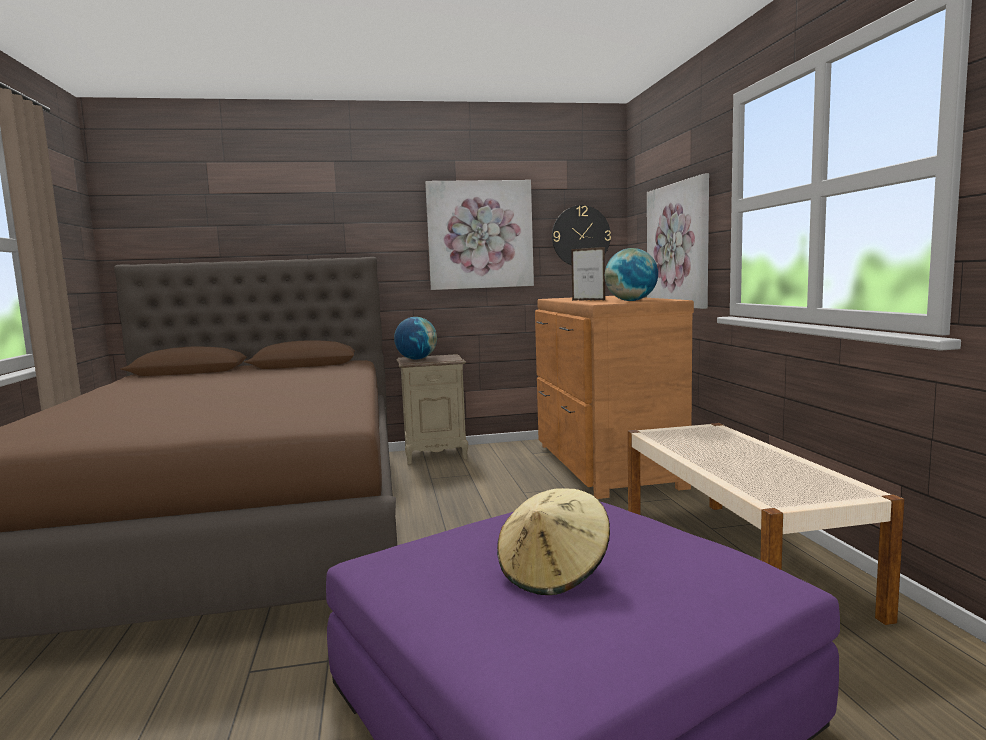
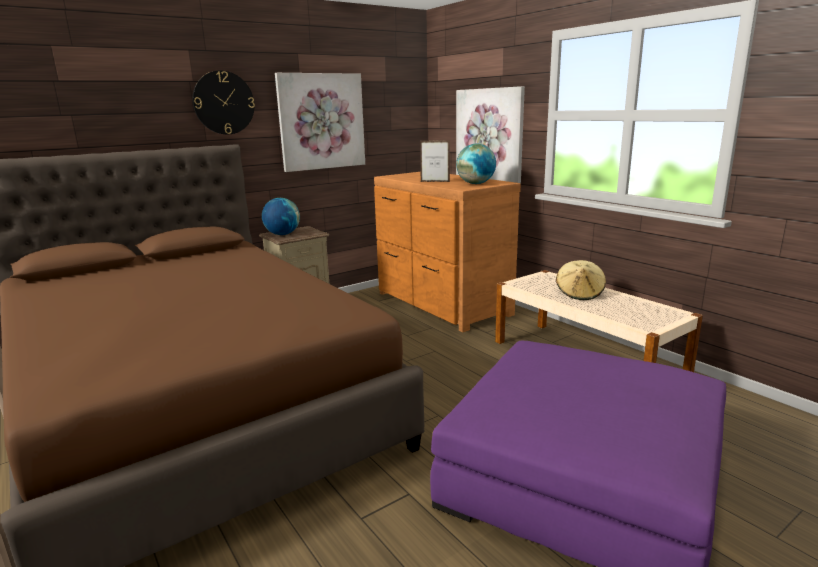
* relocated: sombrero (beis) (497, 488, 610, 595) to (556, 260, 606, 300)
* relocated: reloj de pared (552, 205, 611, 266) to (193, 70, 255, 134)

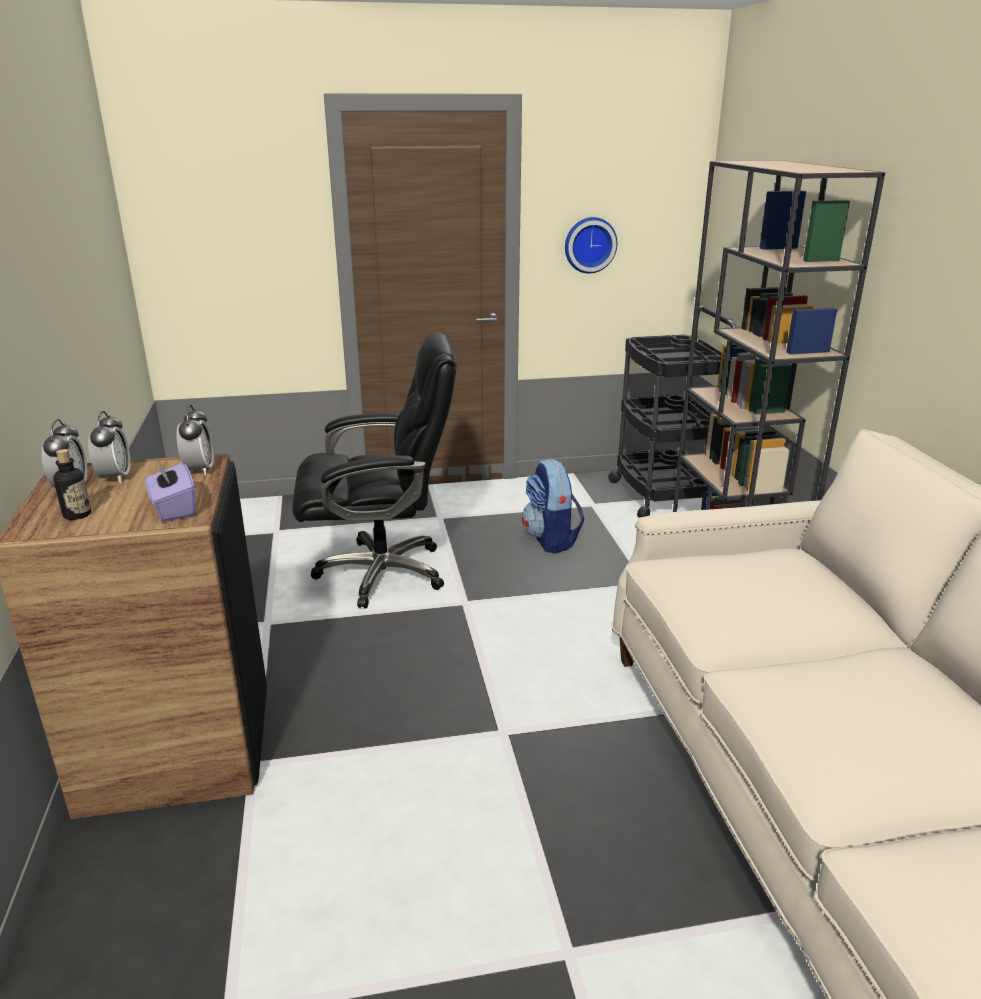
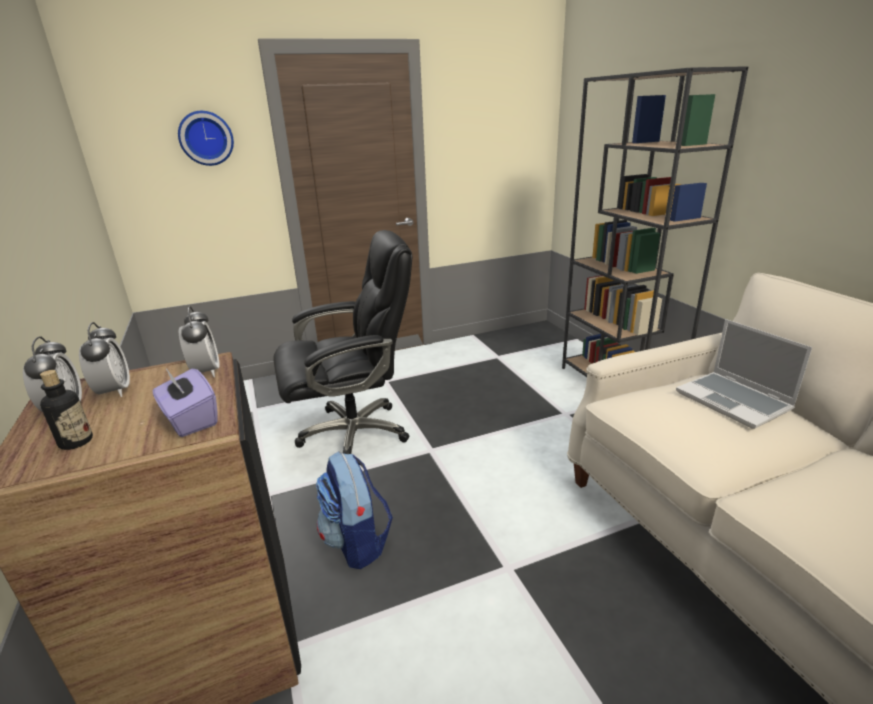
* missing: carrito (negro) (608, 306, 737, 518)
* appeared: portátil (676, 319, 812, 429)
* relocated: mochila (522, 459, 585, 554) to (316, 452, 393, 569)
* relocated: reloj de pared (565, 217, 617, 274) to (178, 111, 234, 166)

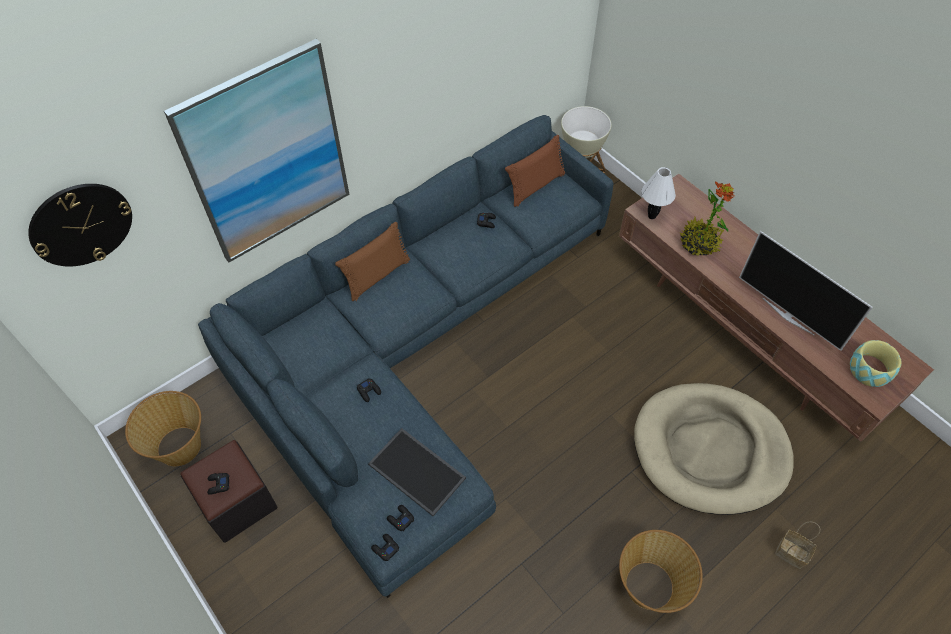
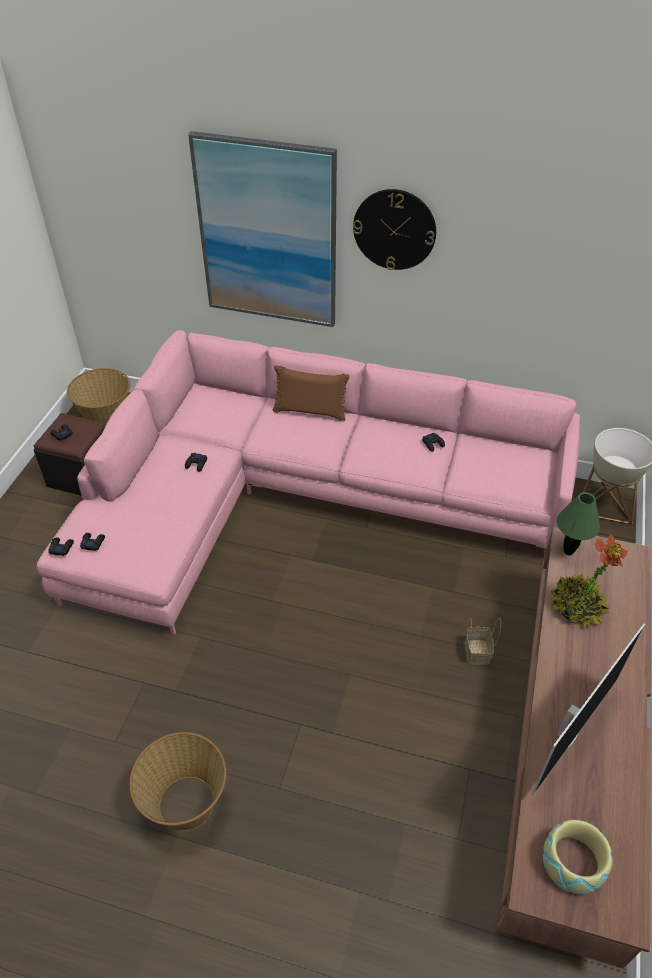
* missing: bandeja (368, 428, 466, 516)
* missing: cojín (marrón) (505, 135, 565, 207)
* missing: cama para perro (beis) (634, 383, 794, 515)
* relocated: reloj de pared (28, 184, 132, 267) to (353, 189, 436, 270)
* relocated: cesta (775, 521, 820, 569) to (465, 618, 501, 665)
* colour: sofá (azul) (198, 115, 613, 598) to sofá (rosa) (37, 330, 580, 635)
* colour: lámpara de mesa (blanco) (641, 167, 676, 219) to lámpara de mesa (verde) (556, 492, 600, 555)
* spun: televisor (739, 231, 873, 351) = (531, 624, 645, 796) 150 degrees counterclockwise

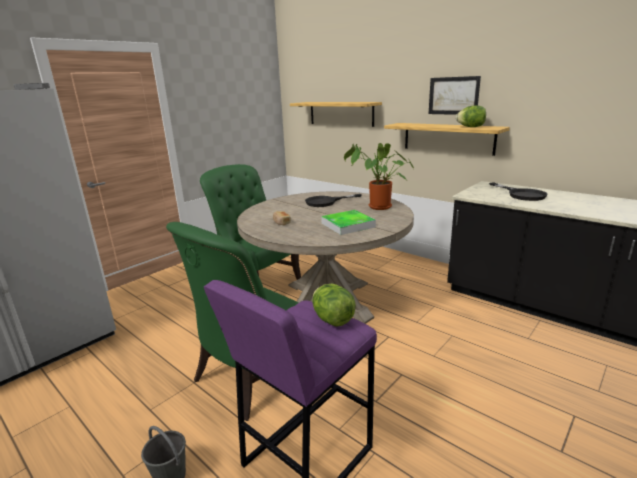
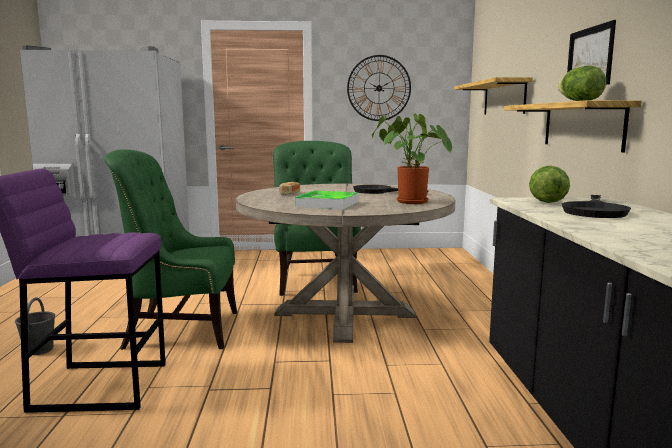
* appeared: reloj de pared (347, 55, 411, 121)
* relocated: lechuga (312, 284, 356, 327) to (529, 166, 570, 203)

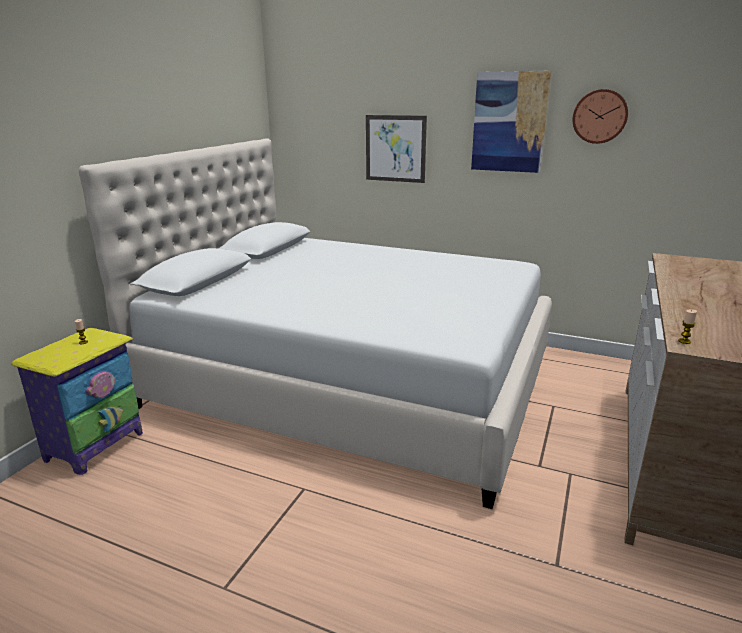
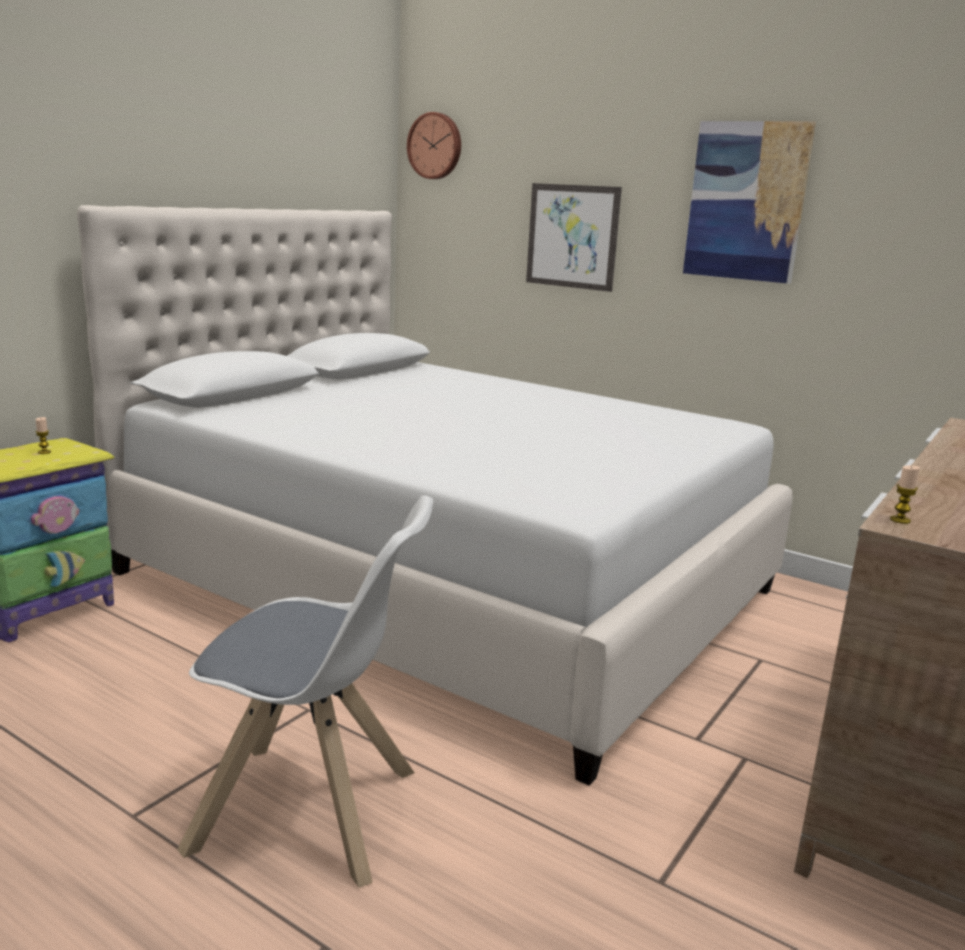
* appeared: silla (177, 496, 433, 888)
* relocated: reloj de pared (573, 89, 628, 144) to (407, 112, 461, 179)

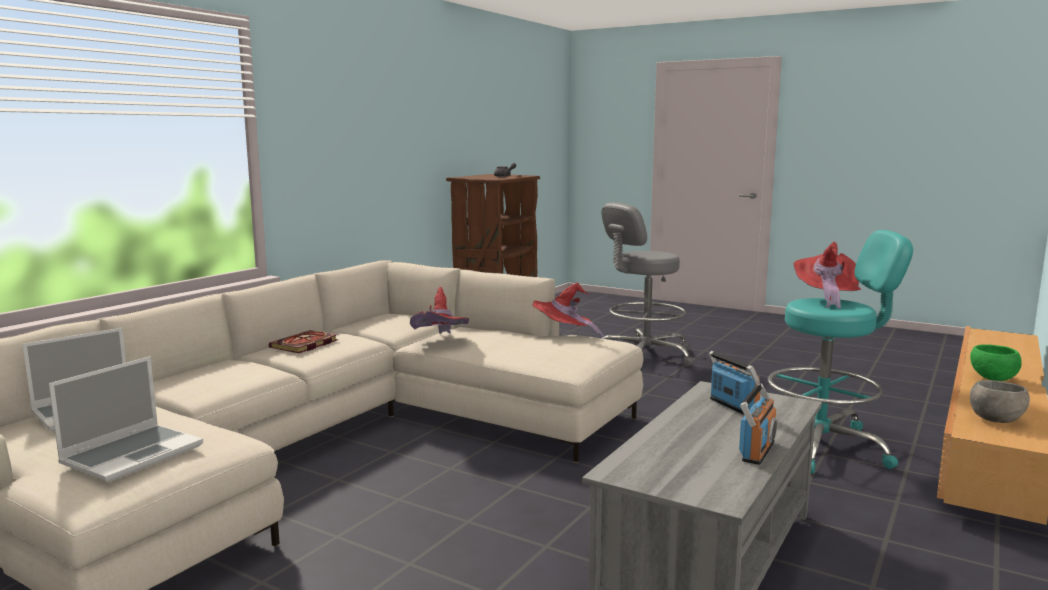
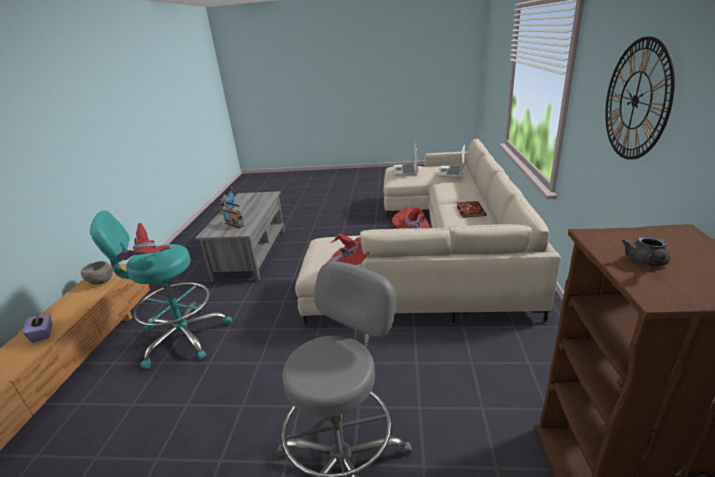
* appeared: reloj de pared (605, 36, 675, 160)
* exchanged: cuenco (verde) (970, 344, 1022, 381) to caja de pañuelos (morado) (23, 312, 52, 343)

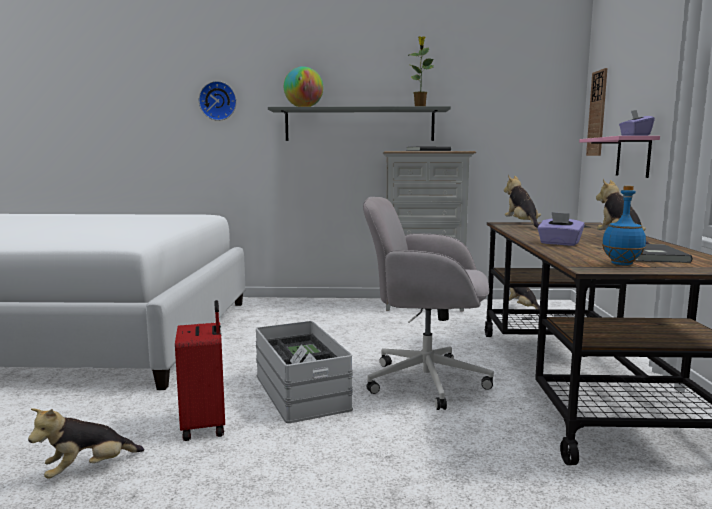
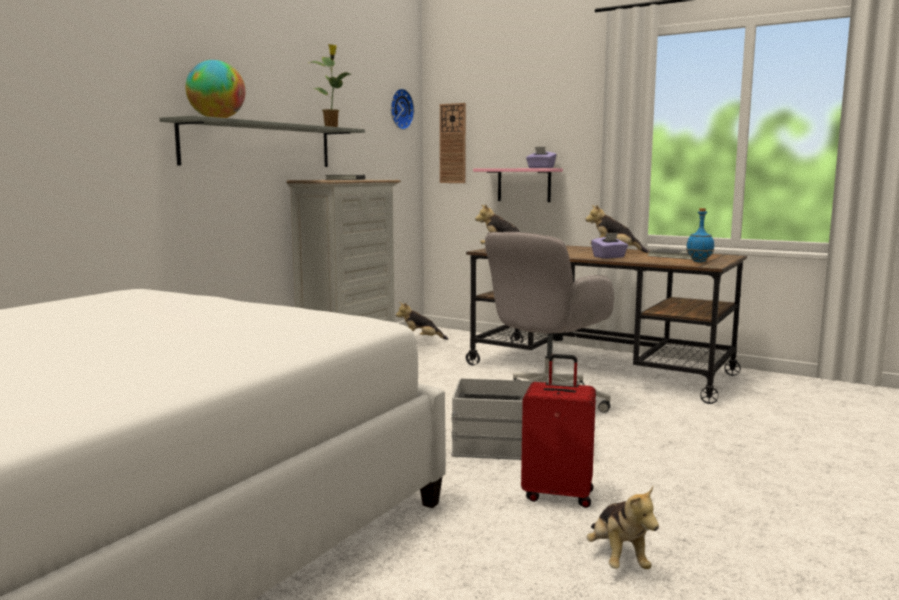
* relocated: reloj de pared (199, 81, 237, 121) to (391, 88, 414, 130)

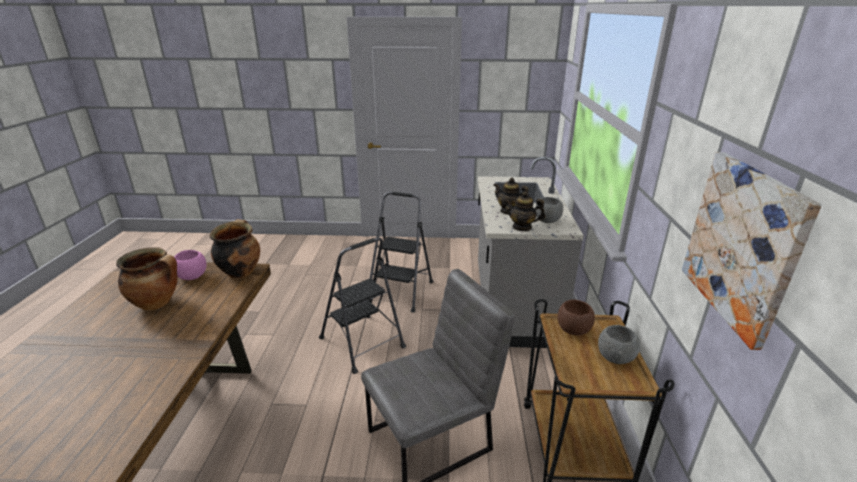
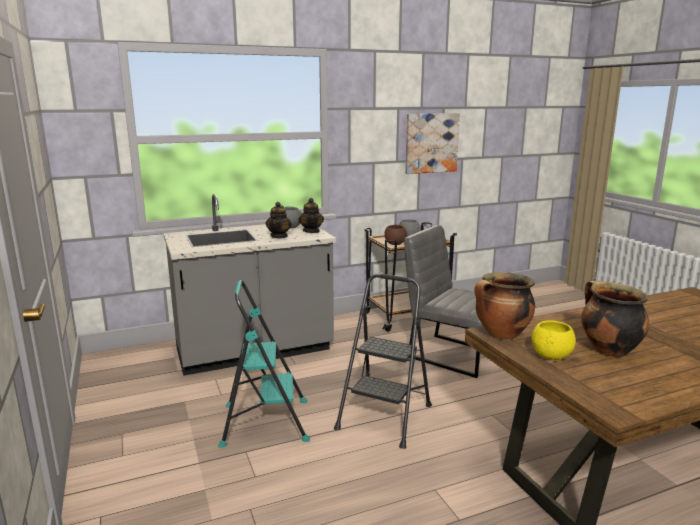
* colour: cuenco (rosa) (174, 250, 207, 280) to cuenco (amarillo) (531, 320, 576, 360)
* colour: escalera de tijera (negro) (369, 192, 434, 313) to escalera de tijera (turquesa) (218, 280, 310, 448)

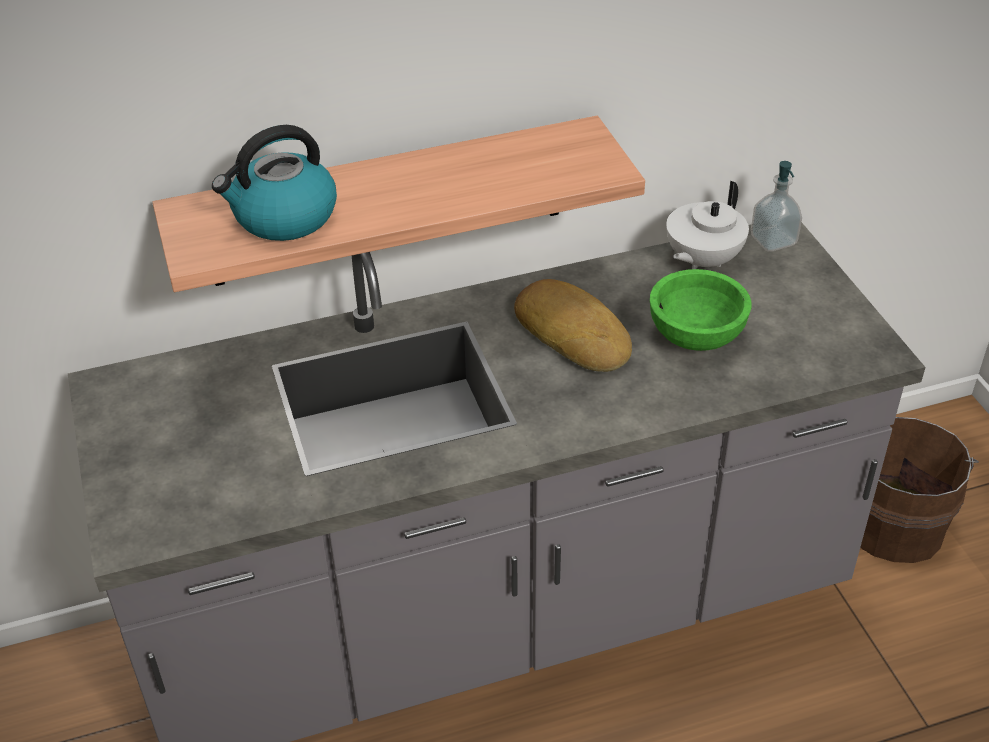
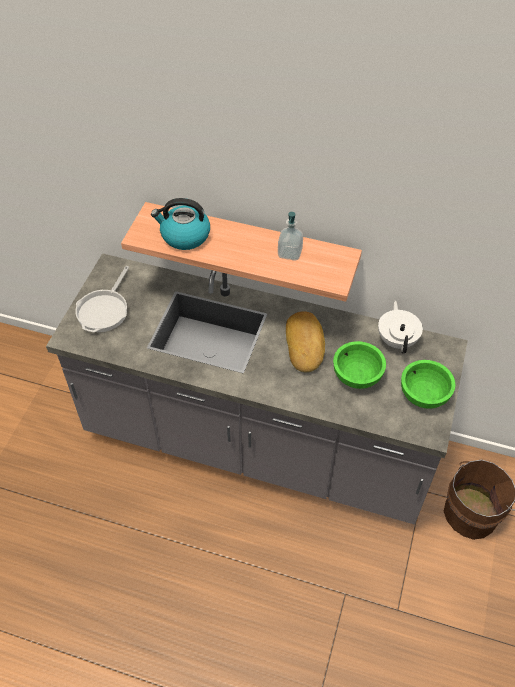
* appeared: sartén (75, 266, 129, 332)
* appeared: cuenco (verde) (401, 360, 456, 409)
* relocated: dispensador de jabón (751, 161, 802, 252) to (278, 212, 303, 261)
* spun: tetera (blanco) (666, 181, 749, 269) = (378, 300, 423, 353) 105 degrees clockwise

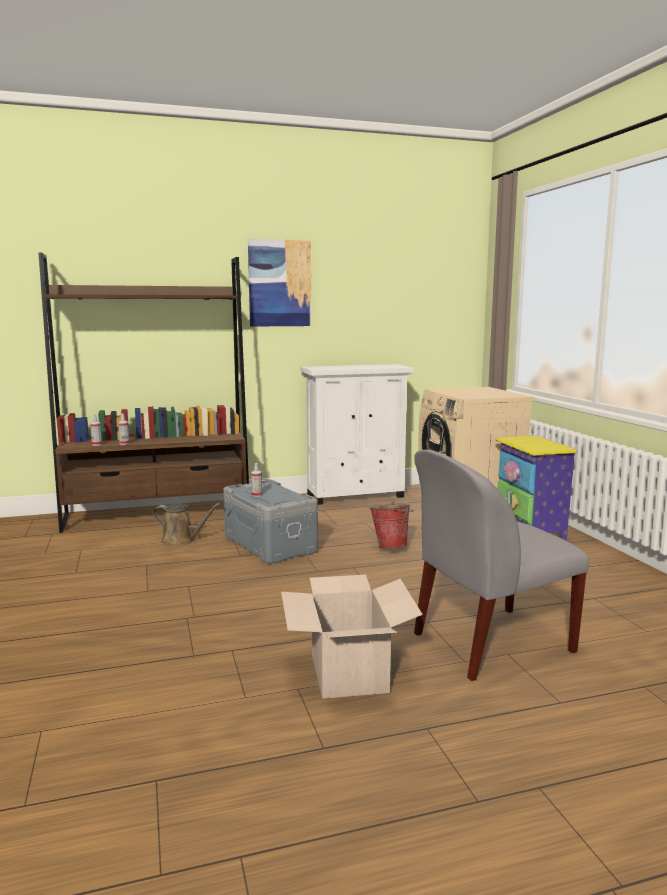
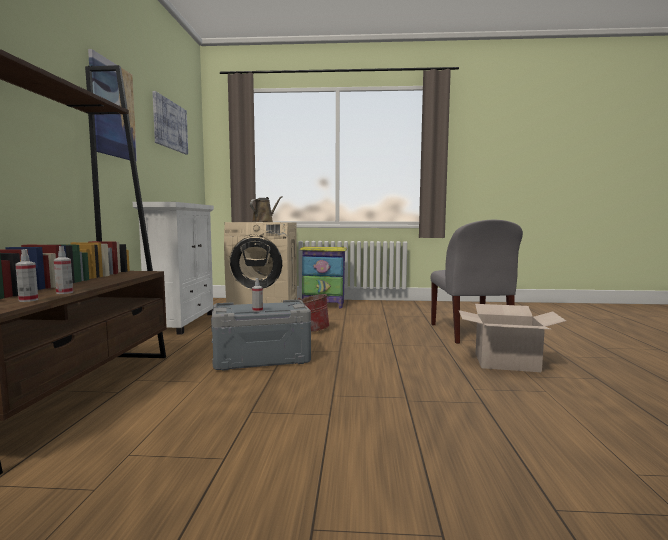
* appeared: cuadro (152, 91, 188, 154)
* relocated: regadera (marrón) (153, 503, 221, 546) to (250, 196, 283, 222)

